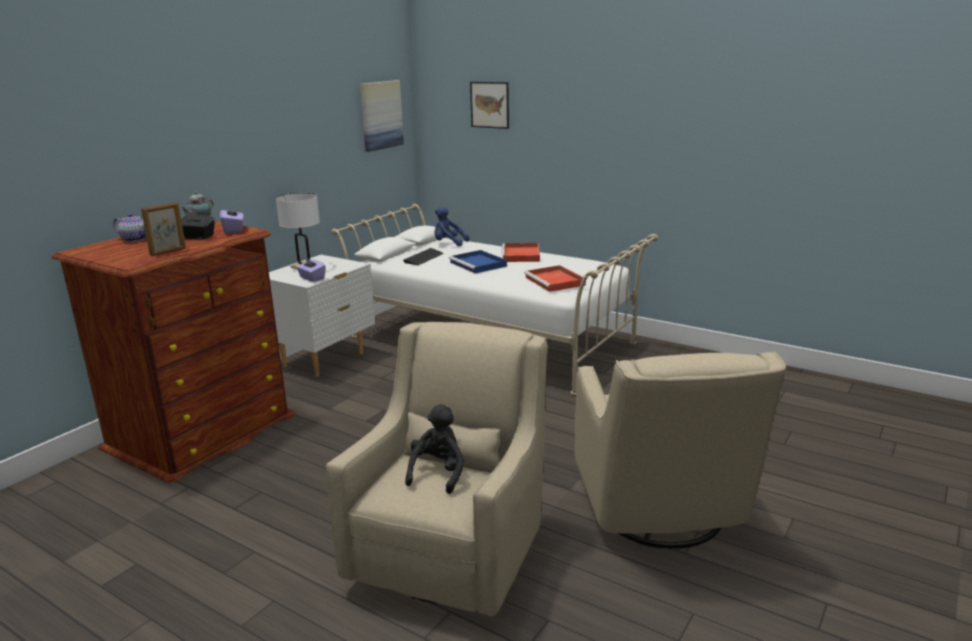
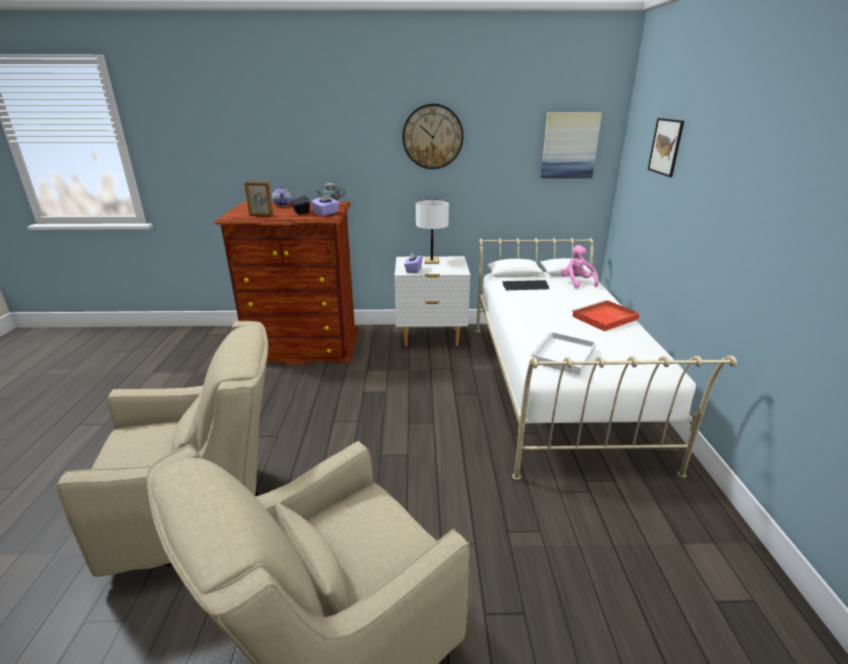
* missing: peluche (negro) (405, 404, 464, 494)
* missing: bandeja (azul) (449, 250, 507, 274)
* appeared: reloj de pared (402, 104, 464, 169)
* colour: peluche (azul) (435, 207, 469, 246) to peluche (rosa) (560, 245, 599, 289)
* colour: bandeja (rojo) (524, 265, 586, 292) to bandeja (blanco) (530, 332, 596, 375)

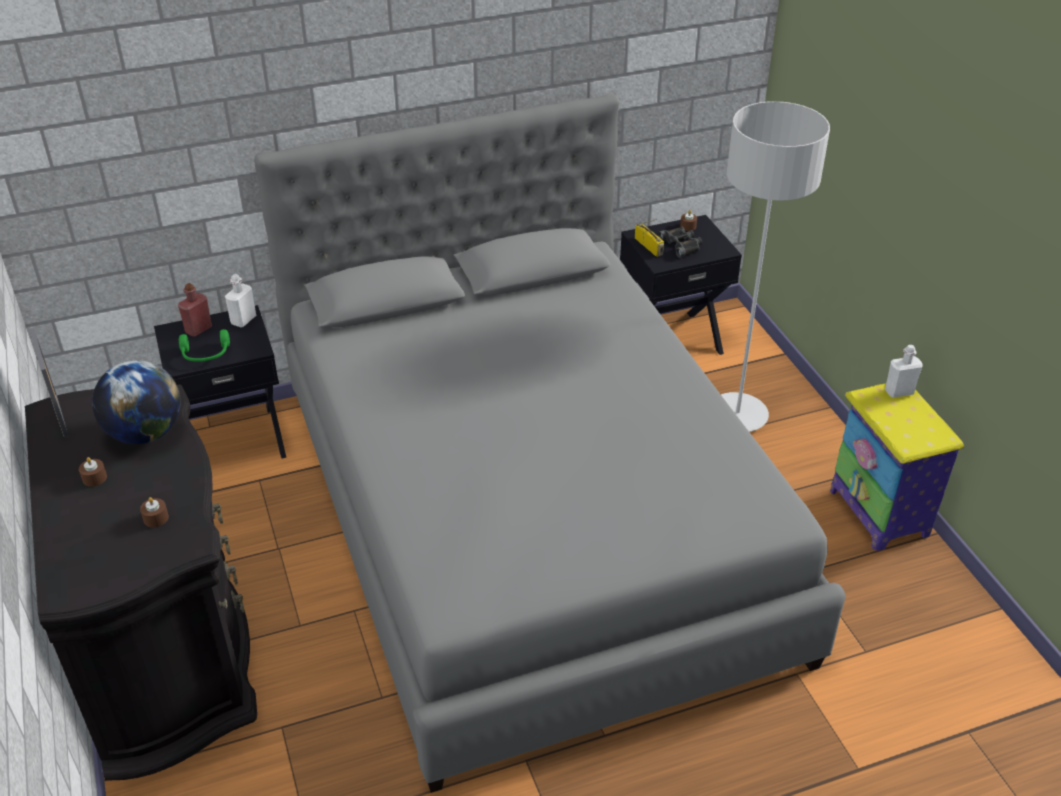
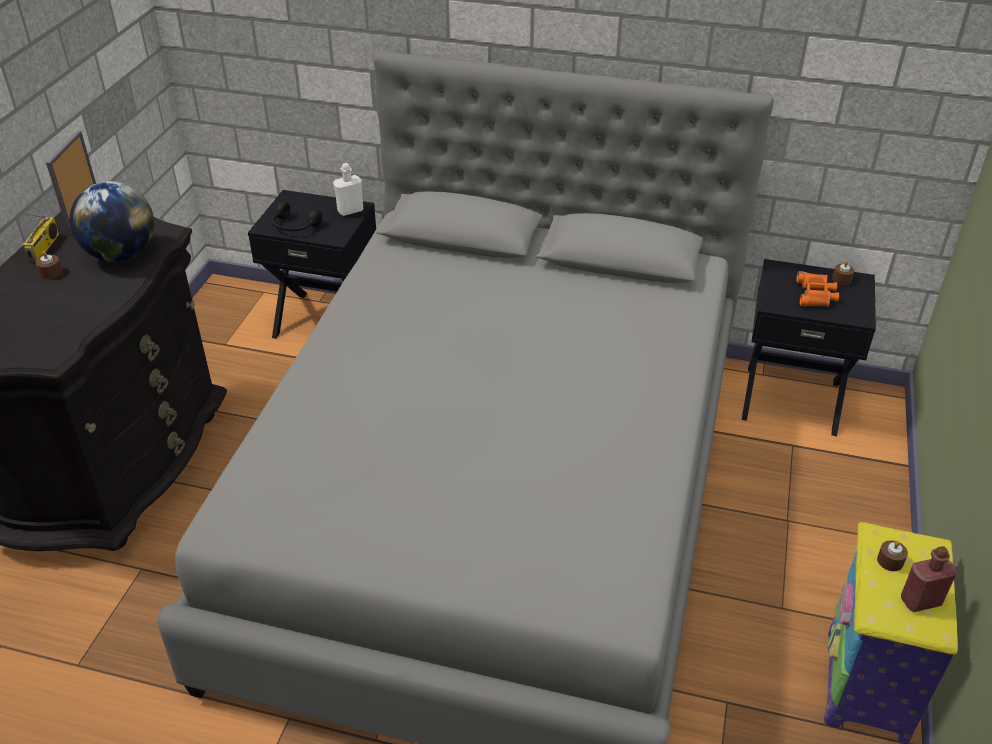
* missing: lámpara de pie (gris) (721, 101, 830, 432)
* missing: botella (blanco) (885, 345, 923, 398)
* relocated: vela (marrón) (140, 497, 169, 527) to (877, 540, 908, 571)
* relocated: botella (rojo) (178, 283, 212, 337) to (901, 546, 957, 612)
* relocated: radio (635, 219, 664, 257) to (18, 212, 59, 262)
* colour: auriculares (verde) (179, 329, 230, 362) to auriculares (negro) (272, 201, 322, 231)
* colour: prismáticos (negro) (658, 227, 702, 258) to prismáticos (naranja) (796, 271, 839, 307)

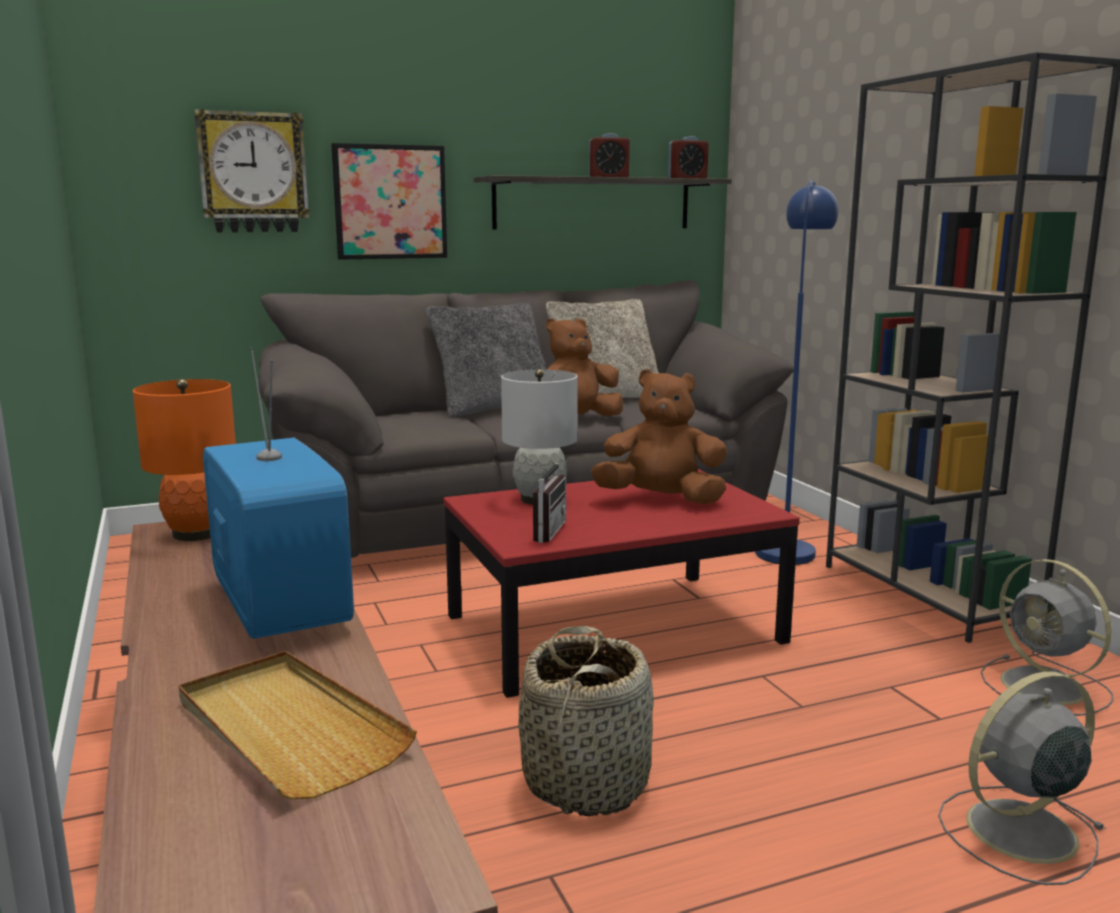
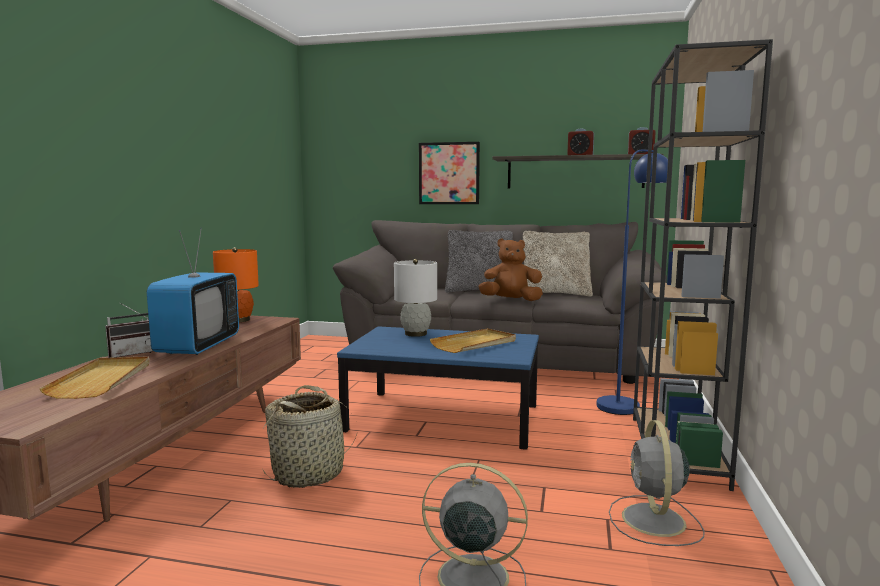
* missing: reloj de pared (194, 109, 309, 233)
* relocated: radio (521, 454, 566, 543) to (105, 302, 154, 358)
* exchanged: peluche (marrón) (591, 369, 727, 504) to bandeja (beis) (430, 328, 516, 353)
* colour: mesa de centro (rojo) (444, 469, 800, 698) to mesa de centro (azul) (337, 326, 539, 450)

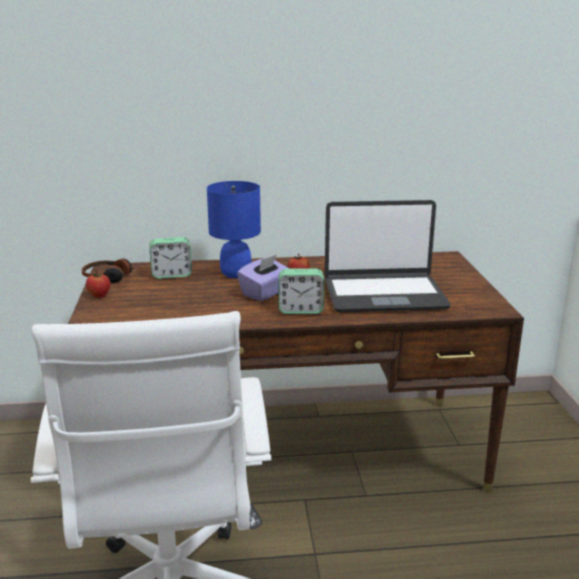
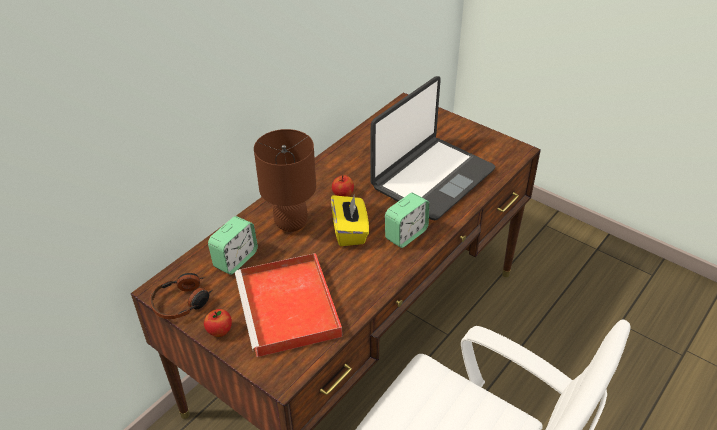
* appeared: bandeja (rojo) (235, 253, 342, 357)
* colour: lámpara de mesa (azul) (207, 181, 261, 279) to lámpara de mesa (marrón) (254, 129, 316, 232)
* colour: caja de pañuelos (morado) (237, 255, 288, 301) to caja de pañuelos (amarillo) (331, 194, 369, 246)

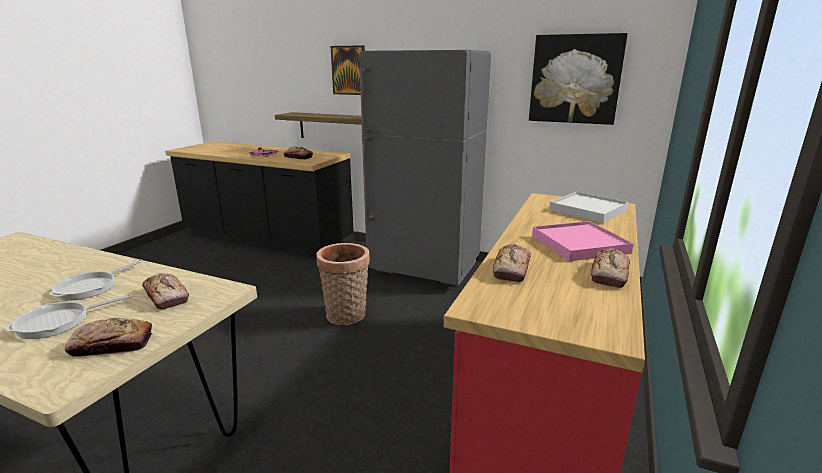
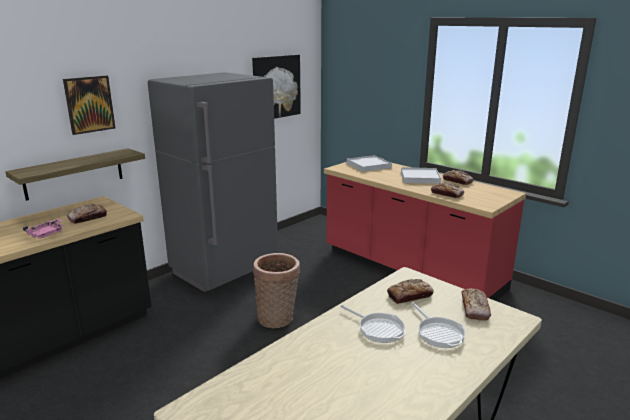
* colour: bandeja (rosa) (532, 221, 634, 261) to bandeja (blanco) (401, 167, 441, 184)

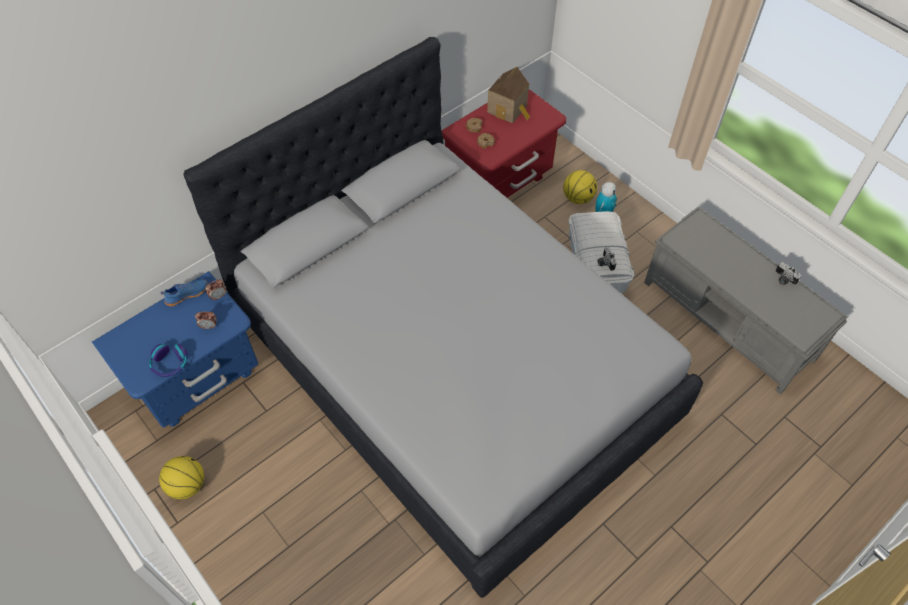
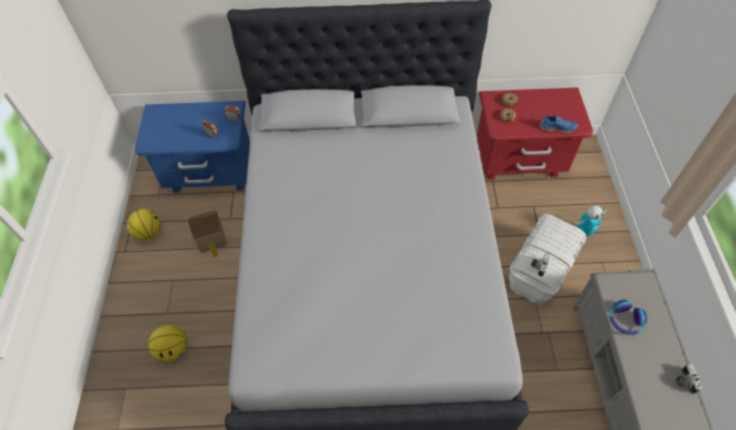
* relocated: auriculares (149, 344, 188, 377) to (609, 300, 647, 335)
* relocated: zapato (azul) (160, 279, 208, 306) to (539, 115, 578, 133)
* relocated: casita (487, 67, 530, 124) to (188, 210, 227, 257)
* relocated: balón de baloncesto (563, 170, 597, 204) to (148, 324, 187, 362)

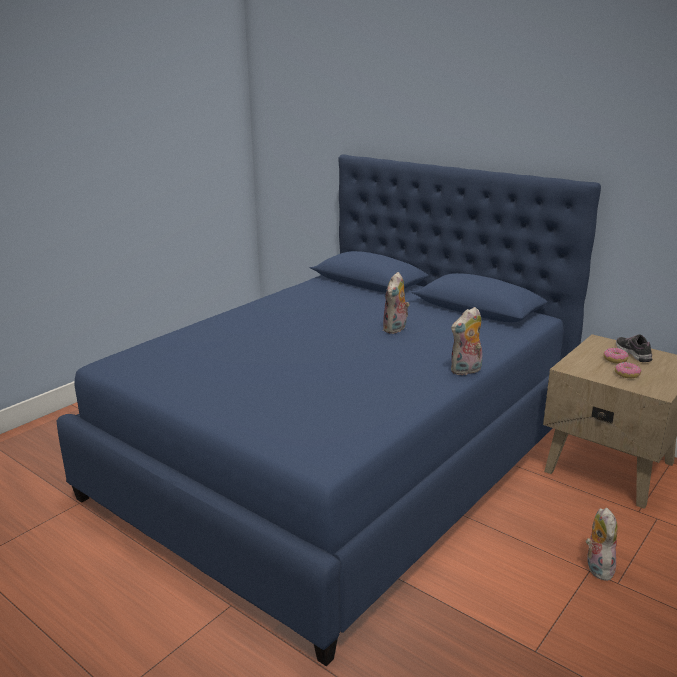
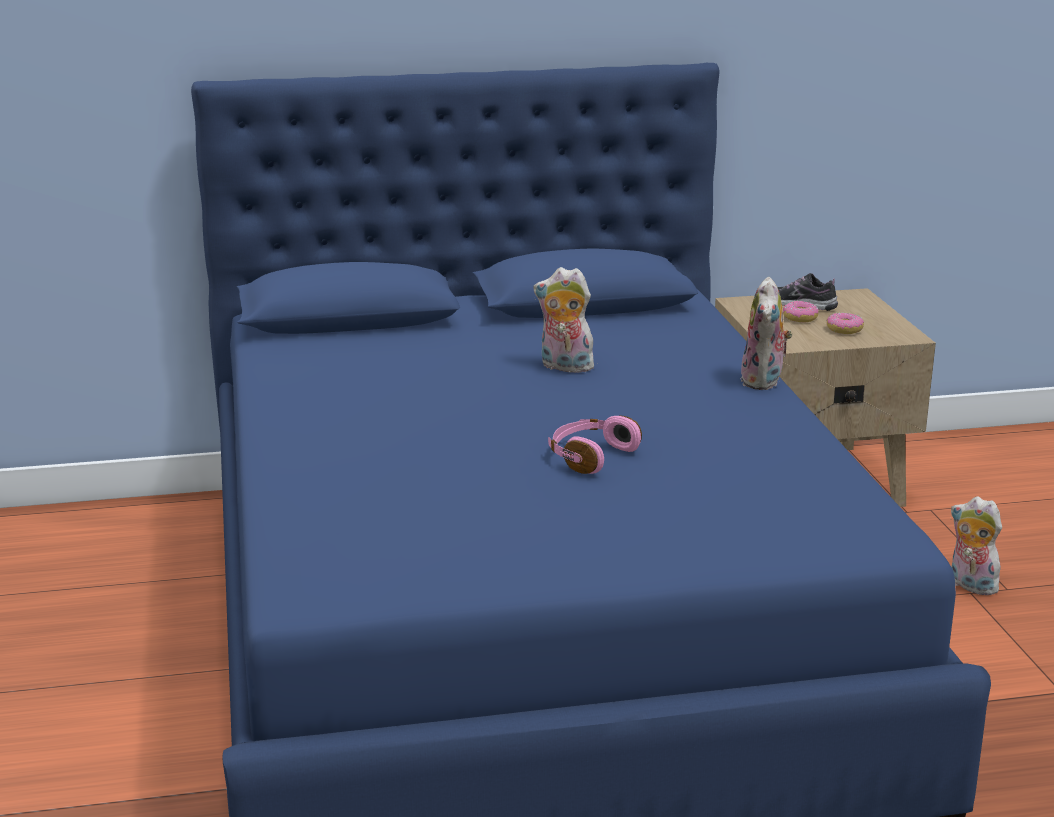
* appeared: auriculares (rosa) (548, 415, 642, 474)
* spun: peluche (383, 272, 410, 334) = (534, 267, 594, 373) 135 degrees clockwise

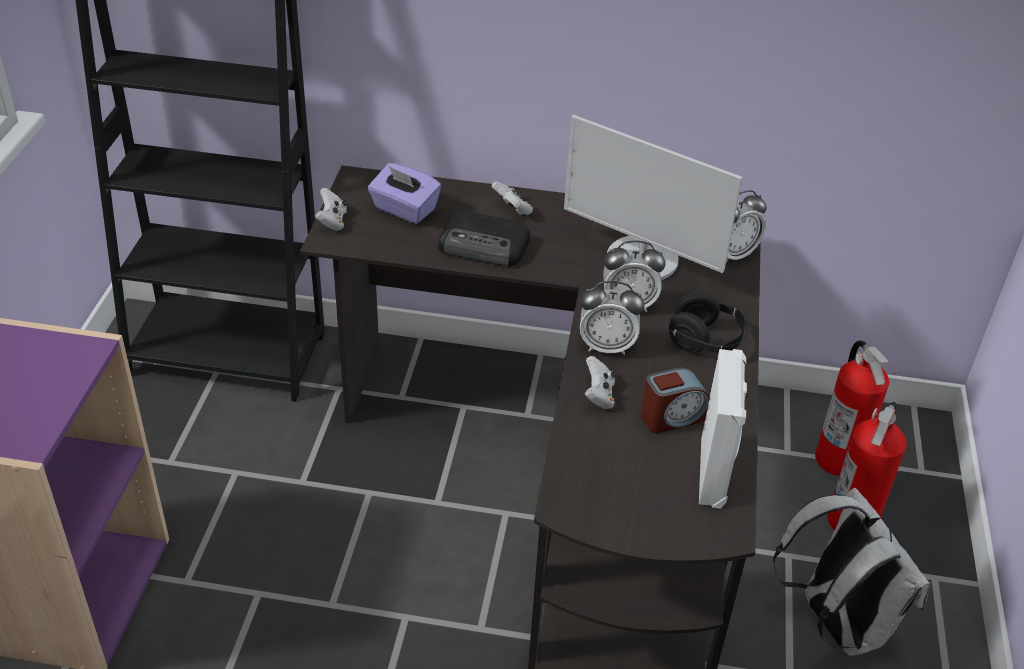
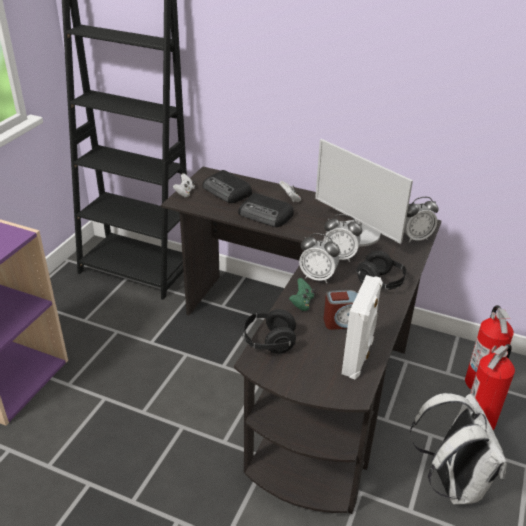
* appeared: auriculares (negro) (242, 309, 296, 354)
* exchanged: caja de pañuelos (morado) (368, 163, 441, 224) to radio (203, 170, 252, 203)
* colour: mando de consola (blanco) (585, 356, 616, 409) to mando de consola (verde) (289, 278, 315, 311)

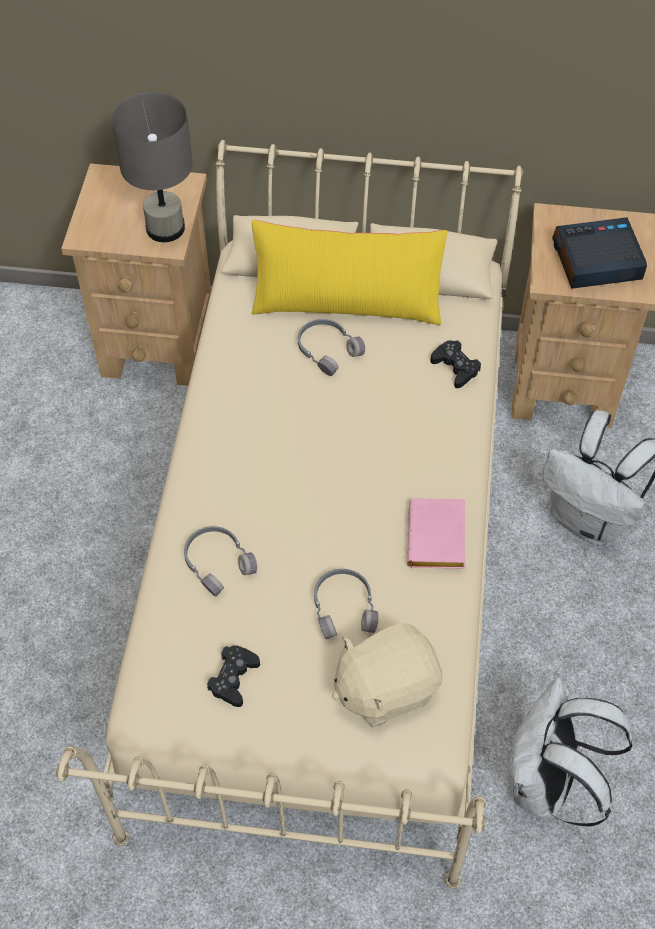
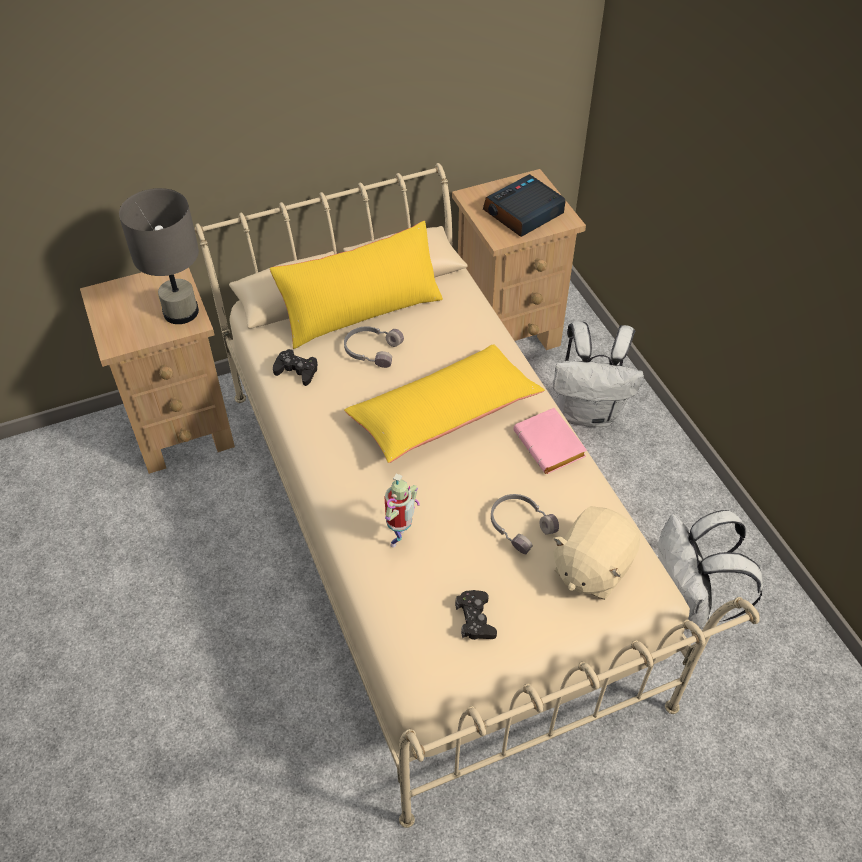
* appeared: cojín (amarillo) (344, 344, 545, 463)
* relocated: mando de consola (negro) (431, 340, 481, 388) to (273, 349, 318, 386)
* exchanged: auriculares (gris) (184, 526, 257, 597) to robot de juguete (385, 473, 420, 547)

